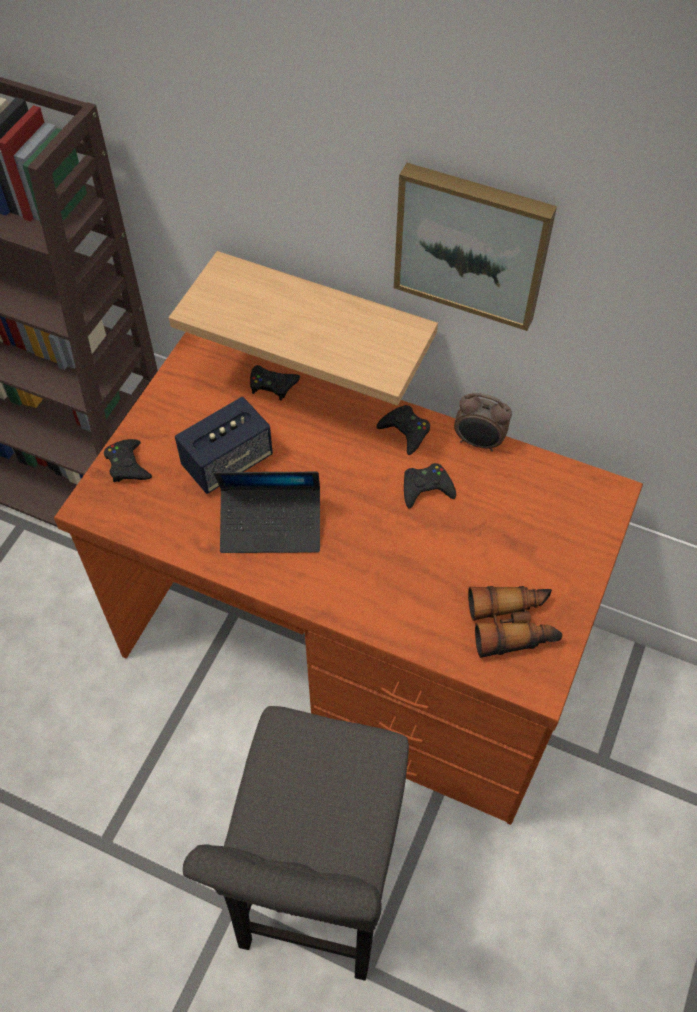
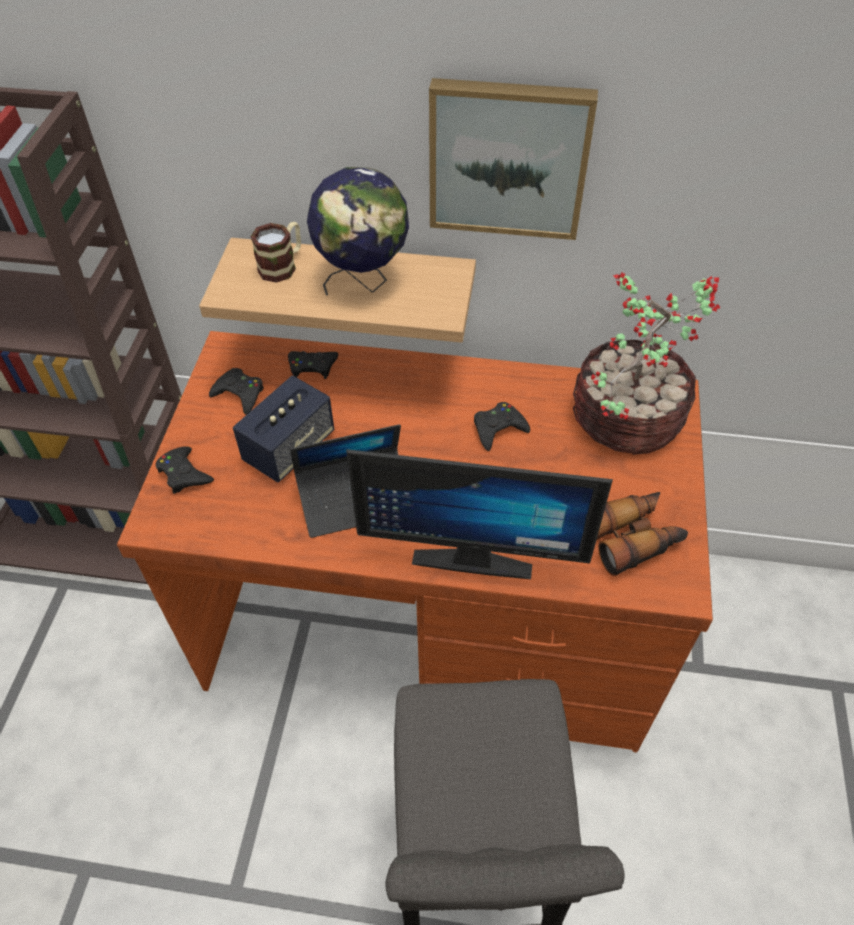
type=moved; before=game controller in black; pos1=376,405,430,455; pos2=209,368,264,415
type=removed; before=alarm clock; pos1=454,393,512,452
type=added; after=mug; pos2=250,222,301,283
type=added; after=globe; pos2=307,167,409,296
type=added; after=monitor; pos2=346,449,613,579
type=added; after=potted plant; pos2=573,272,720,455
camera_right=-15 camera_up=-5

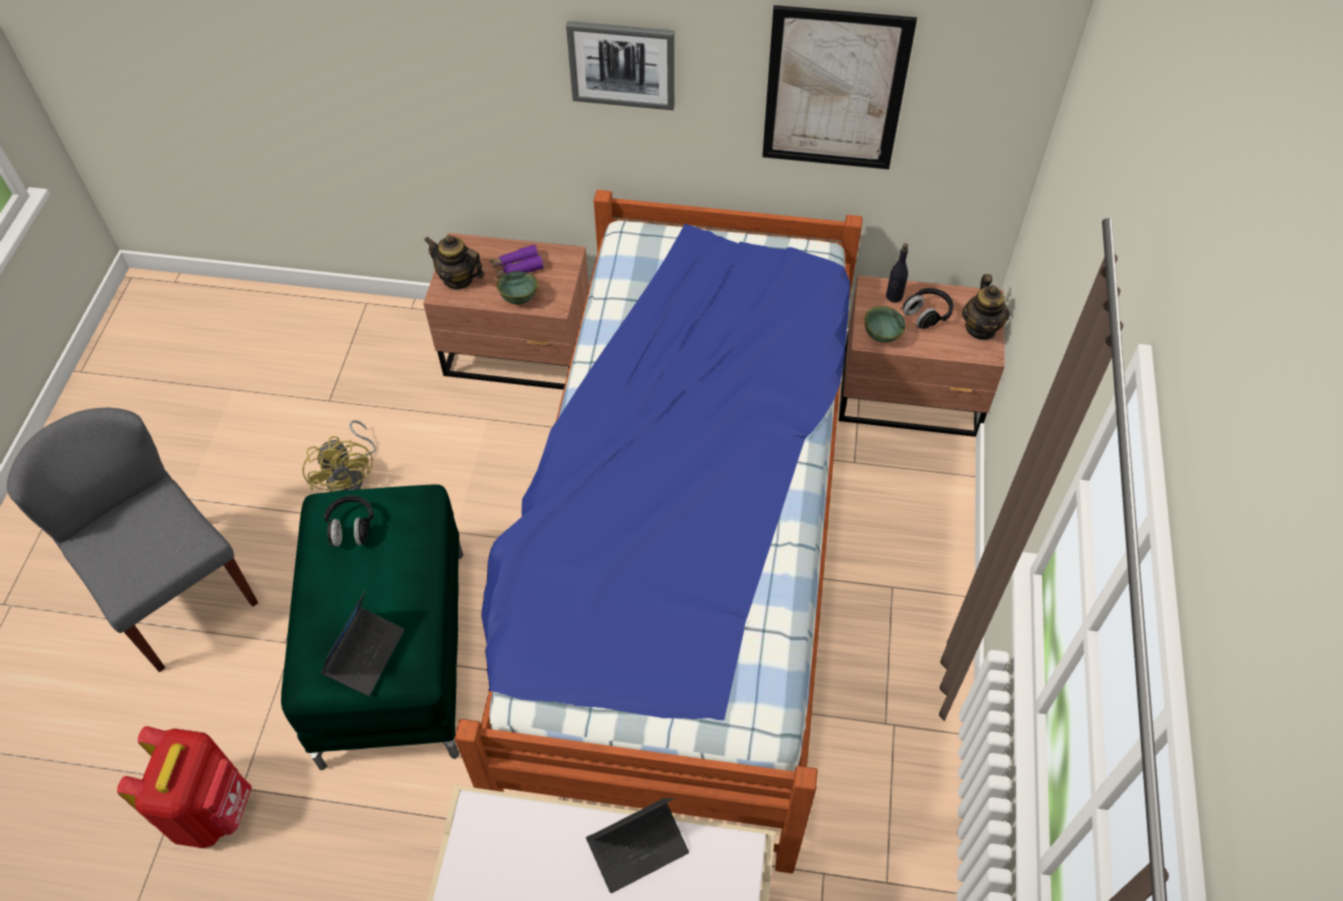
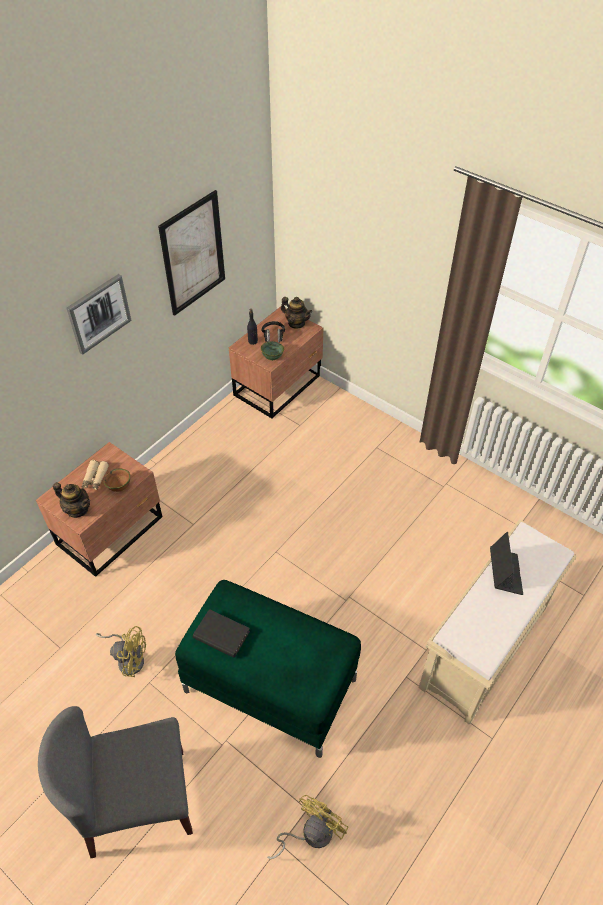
type=replaced; before=backpack in red; after=fan in yellow; pos1=117,726,252,848; pos2=267,795,348,860
type=removed; before=laptop; pos1=321,590,404,696
type=replaced; before=headphones in black; after=book in black; pos1=324,495,374,547; pos2=193,609,250,658
type=turned; before=teapot; pos1=424,235,485,290; pos2=53,482,90,518; turn=-120
type=removed; before=bed; pos1=454,190,863,874
type=recoloured; before=binoculars in purple; after=binoculars in beige; pos1=490,245,544,279; pos2=82,460,109,490
type=recoloured; before=bowl in green; after=bowl in brown; pos1=497,271,538,305; pos2=104,469,130,492
camera_right=-60 camera_up=-5

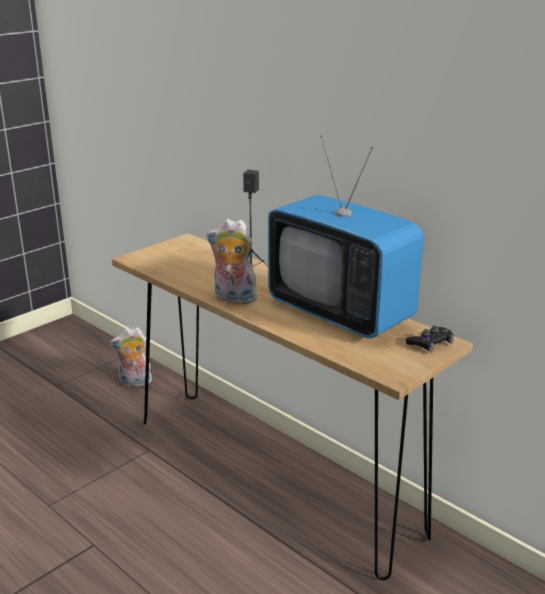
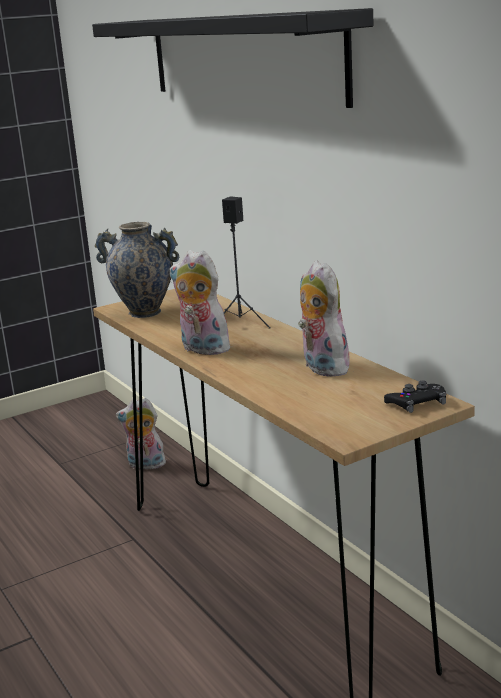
type=replaced; before=television; after=plush toy; pos1=268,135,424,338; pos2=298,260,350,377
type=added; after=shelf in black; pos2=92,8,373,108
type=added; after=vase; pos2=95,222,179,318
camera_right=15 camera_up=-5

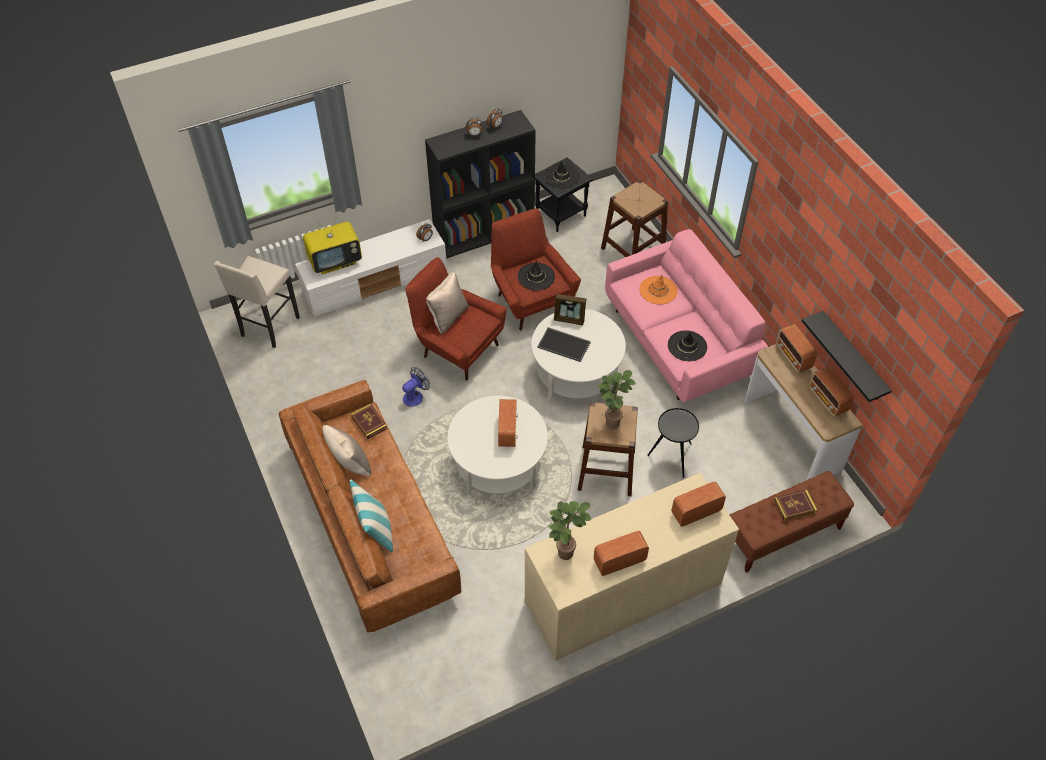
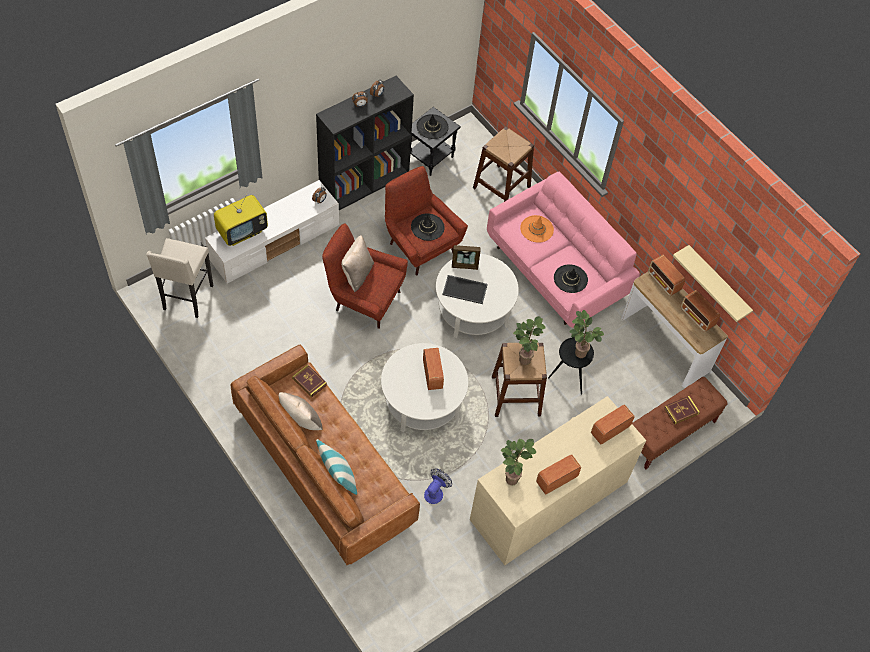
type=moved; before=fan; pos1=402,367,430,407; pos2=424,468,452,504
type=recoloured; before=shelf in black; after=shelf in beige; pos1=802,311,892,402; pos2=673,245,753,322
type=added; after=potted plant; pos2=569,310,604,358
camera_right=-15 camera_up=5

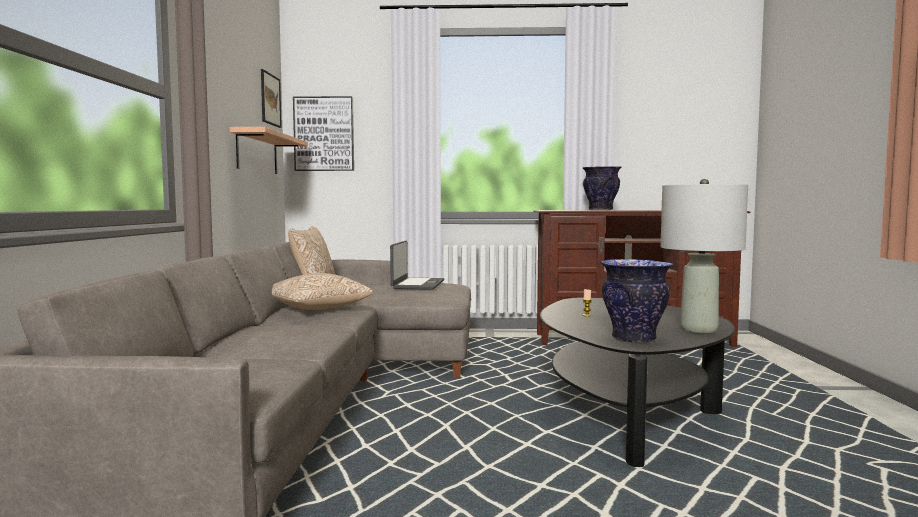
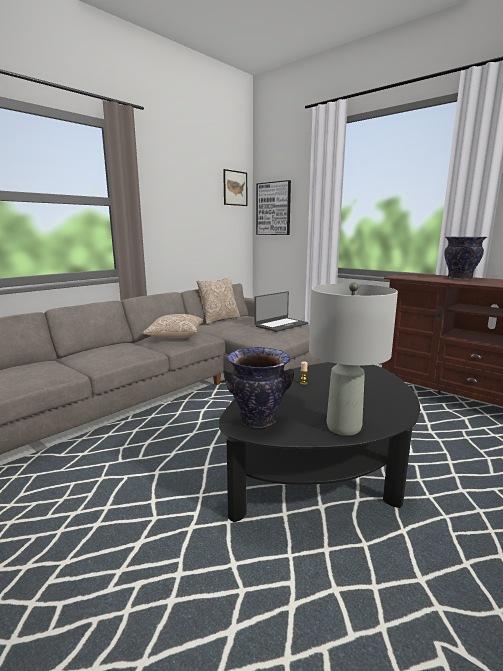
type=removed; before=shelf; pos1=230,127,308,174
camera_right=40 camera_up=10

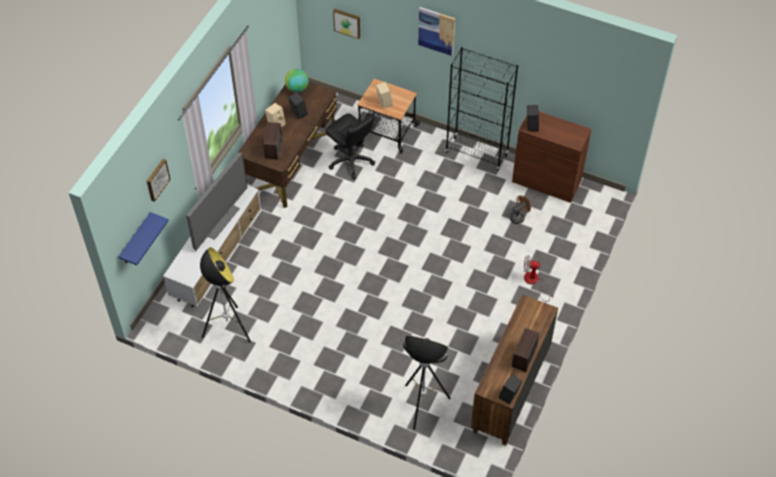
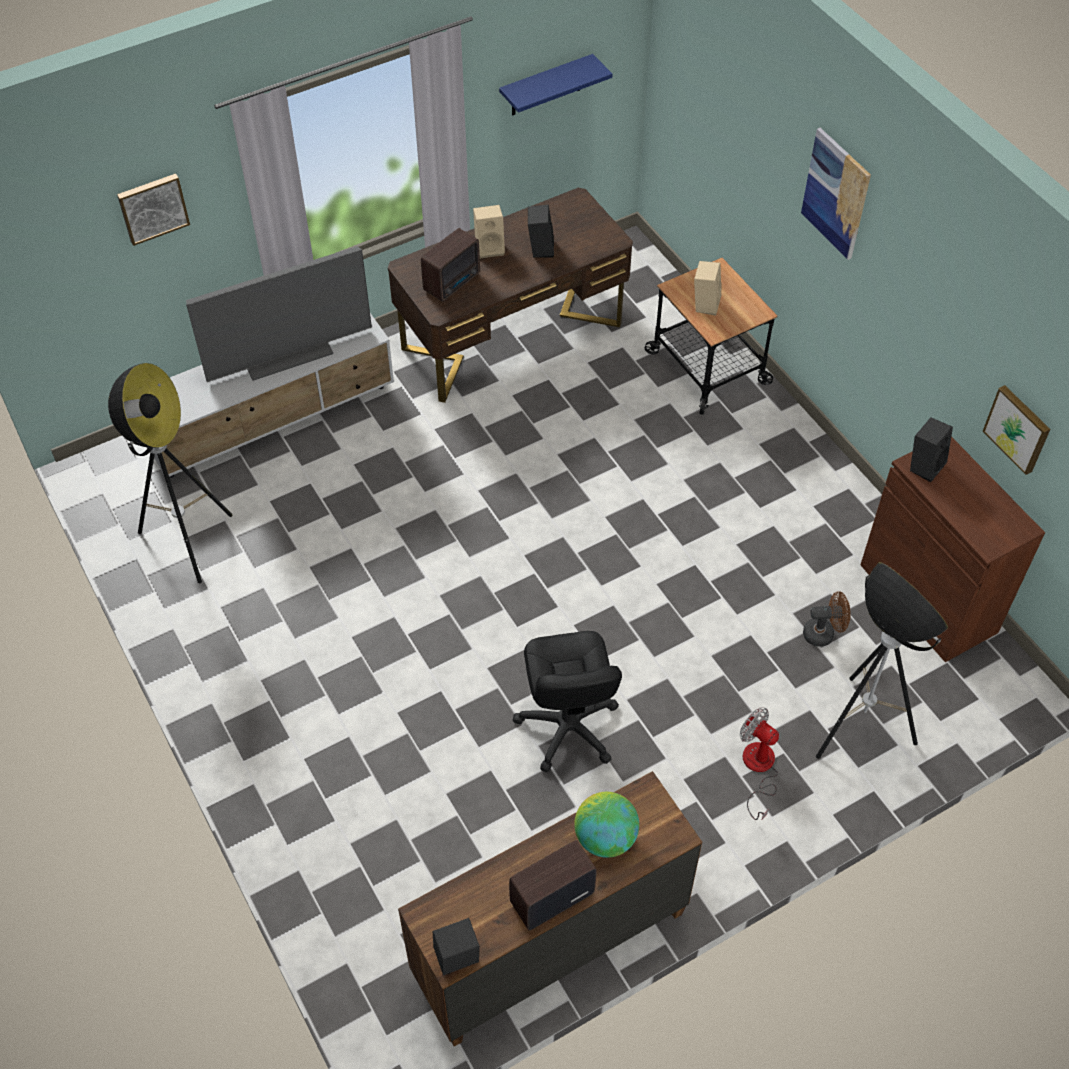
type=moved; before=shelf in blue; pos1=118,212,169,265; pos2=499,54,612,115
type=moved; before=globe; pos1=285,69,309,93; pos2=574,792,639,858
type=moved; before=office chair in black; pos1=326,113,376,179; pos2=513,631,622,773
type=moved; before=picture; pos1=333,9,360,39; pos2=983,385,1050,475
type=moved; before=floor lamp; pos1=403,336,451,430; pos2=816,562,948,759
type=removed; before=bookcase in black; pos1=445,47,518,171
camera_right=35 camera_up=0

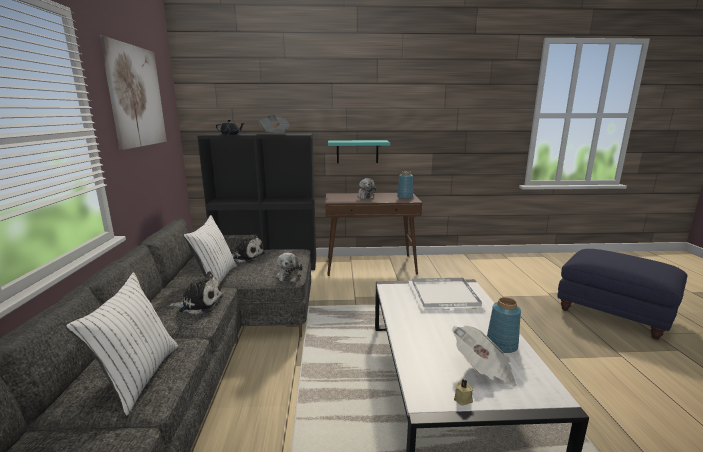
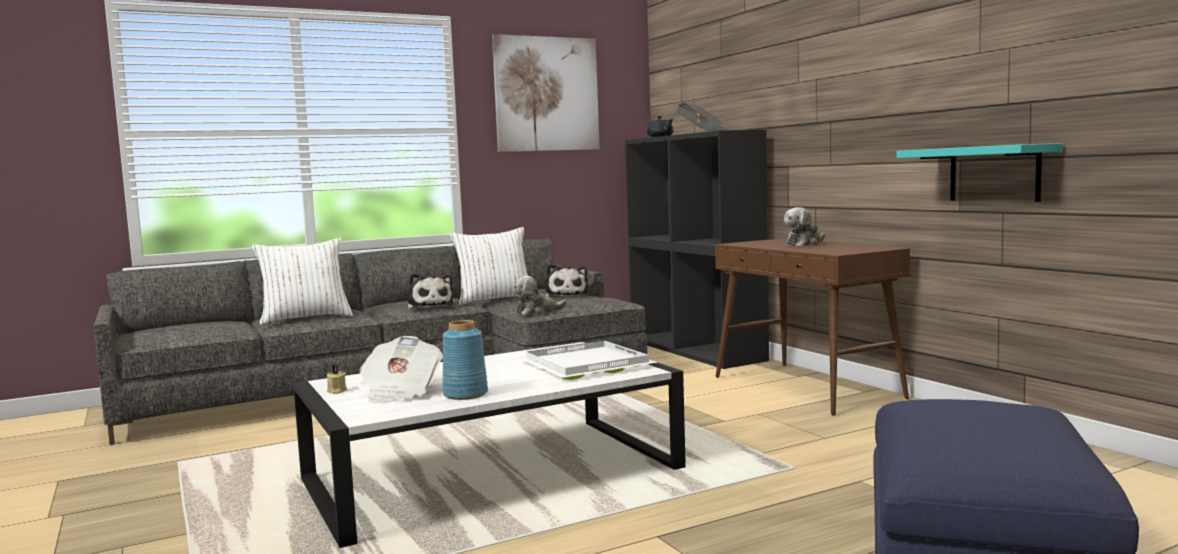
type=moved; before=shelf in turquoise; pos1=328,140,390,163; pos2=897,143,1063,202
type=removed; before=vase in blue; pos1=397,171,413,199
camera_right=65 camera_up=-10

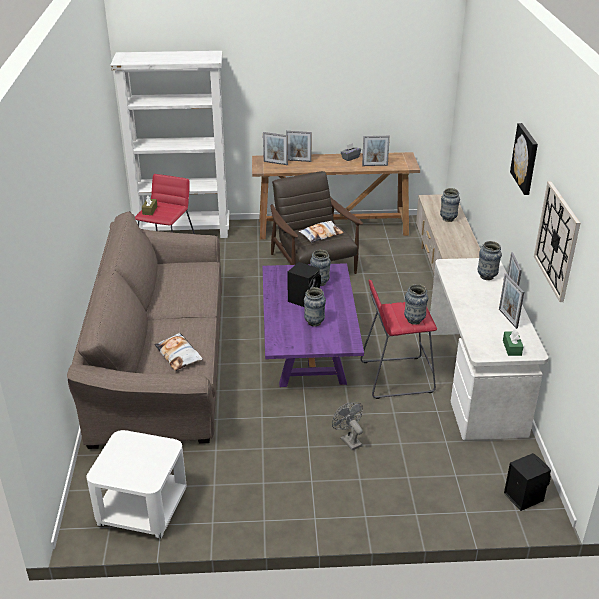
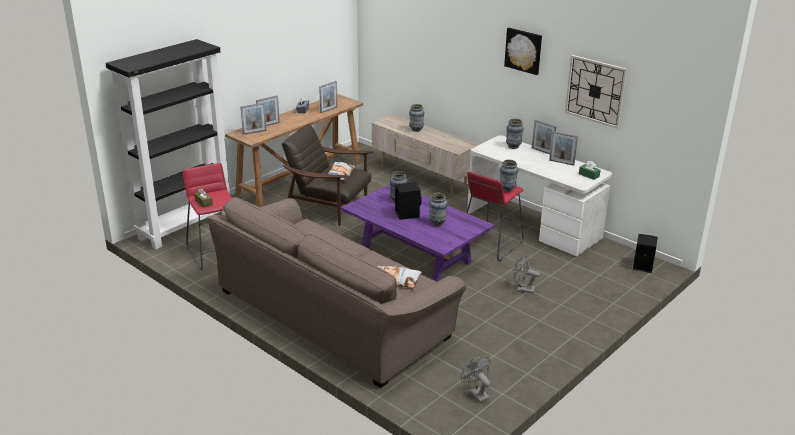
type=replaced; before=side table in white; after=fan in grey; pos1=86,430,187,539; pos2=461,356,490,403
type=recoloured; before=bookcase in white; after=bookcase in black; pos1=110,51,230,238; pos2=106,39,230,250
camera_right=-45 camera_up=-5

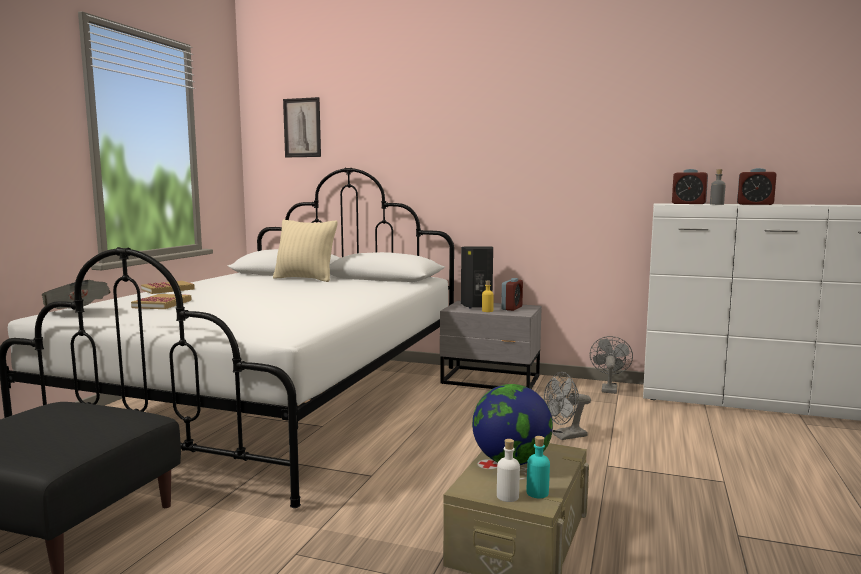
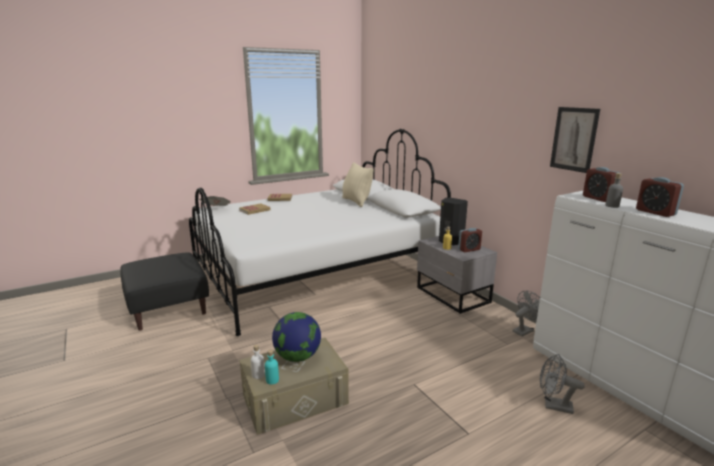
type=moved; before=picture; pos1=283,97,321,157; pos2=550,107,600,173
type=moved; before=fan in grey; pos1=544,372,591,440; pos2=540,354,585,414
camera_right=40 camera_up=10

